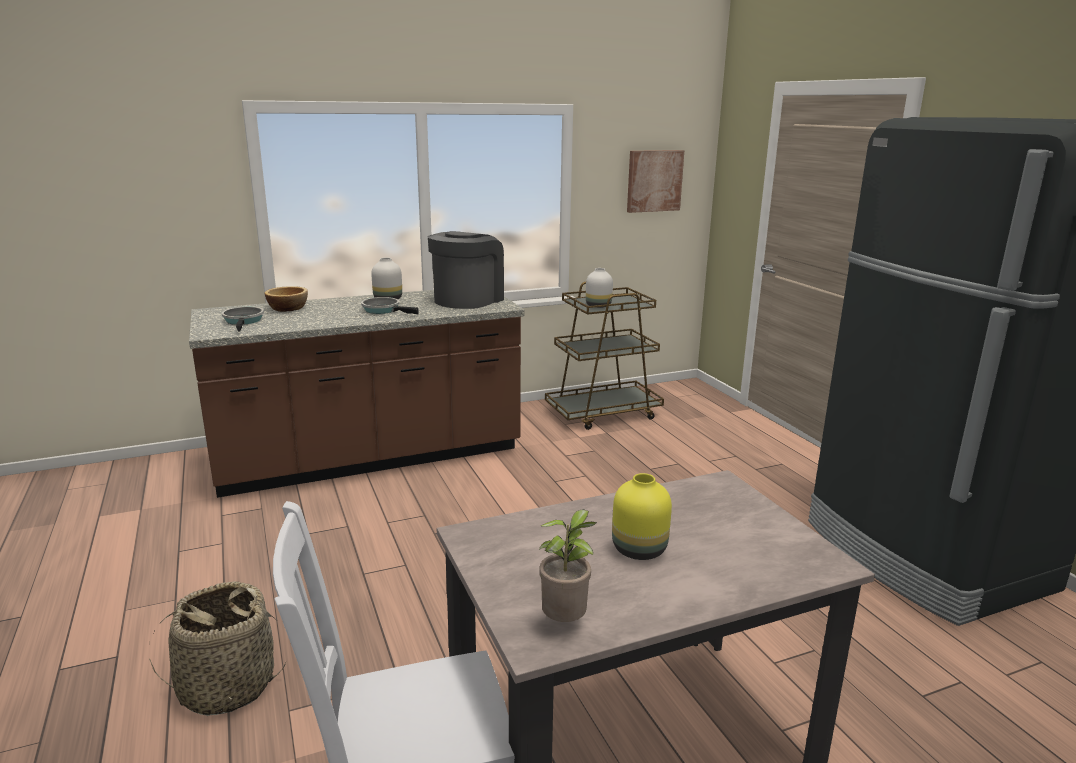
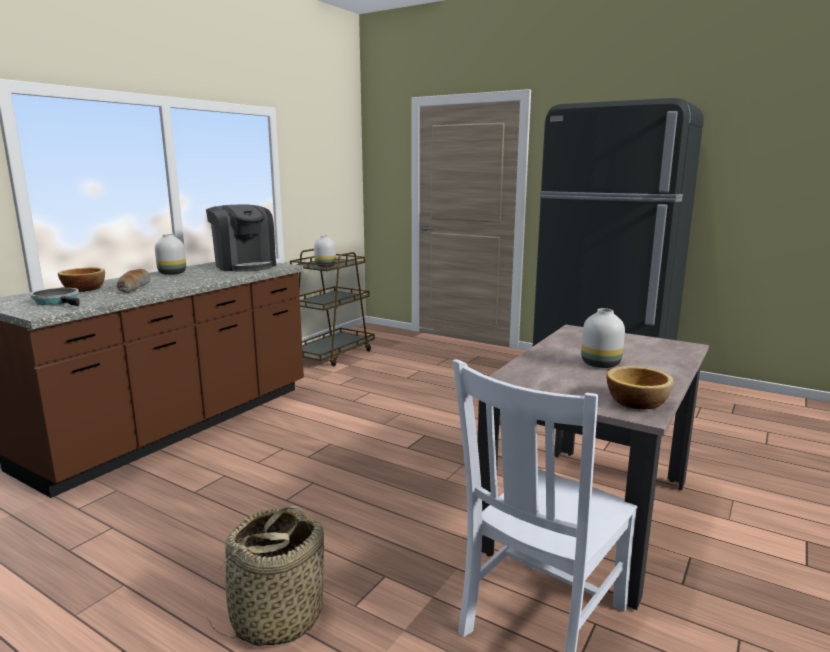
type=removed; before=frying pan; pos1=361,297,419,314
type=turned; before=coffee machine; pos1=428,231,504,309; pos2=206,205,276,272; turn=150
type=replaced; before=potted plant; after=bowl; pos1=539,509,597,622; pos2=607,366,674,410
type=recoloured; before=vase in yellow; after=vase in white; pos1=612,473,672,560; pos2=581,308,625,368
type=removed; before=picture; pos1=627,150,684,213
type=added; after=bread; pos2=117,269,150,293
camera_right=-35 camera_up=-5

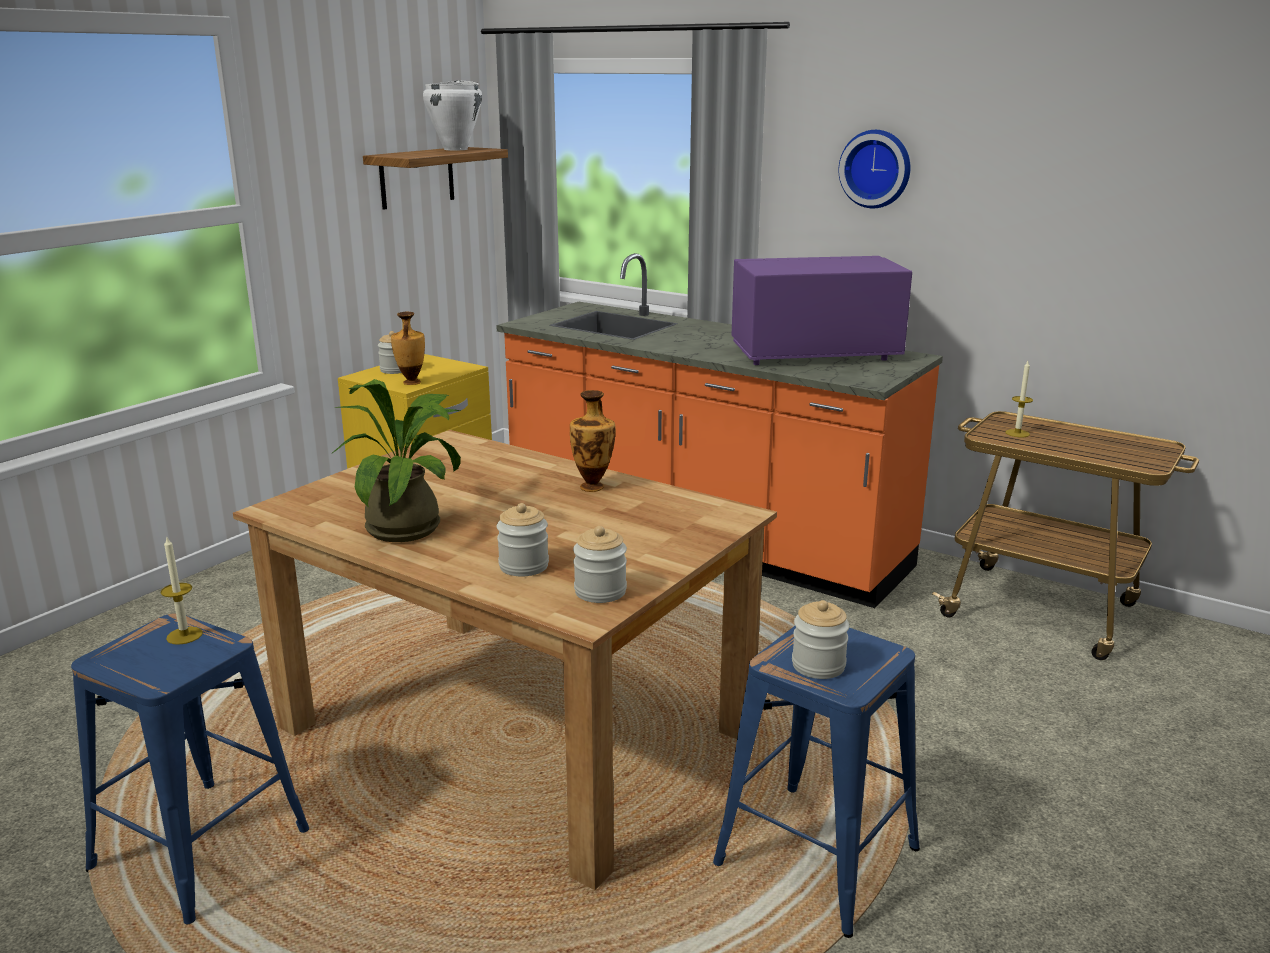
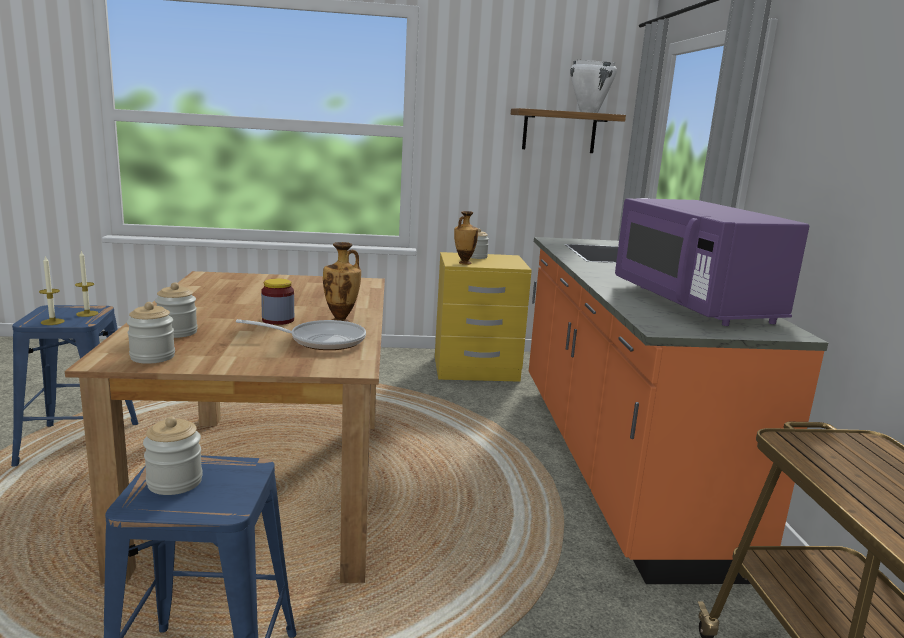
type=removed; before=potted plant; pos1=331,379,461,542
type=turned; before=microwave in purple; pos1=732,256,912,365; pos2=615,198,809,326; turn=-150
type=removed; before=wall clock; pos1=838,130,910,208
type=moved; before=candle; pos1=1005,361,1033,437; pos2=39,256,65,325
type=added; after=frying pan; pos2=236,319,366,350
type=added; after=jar; pos2=261,278,294,325
camera_right=50 camera_up=-5

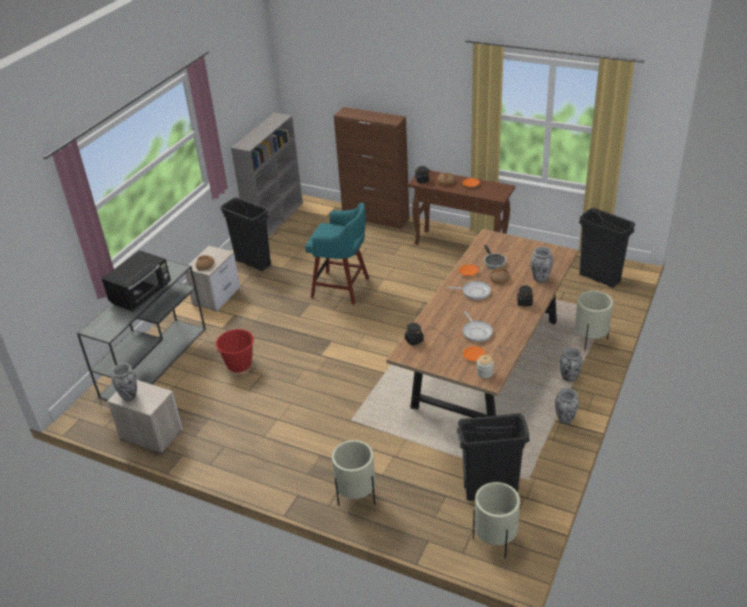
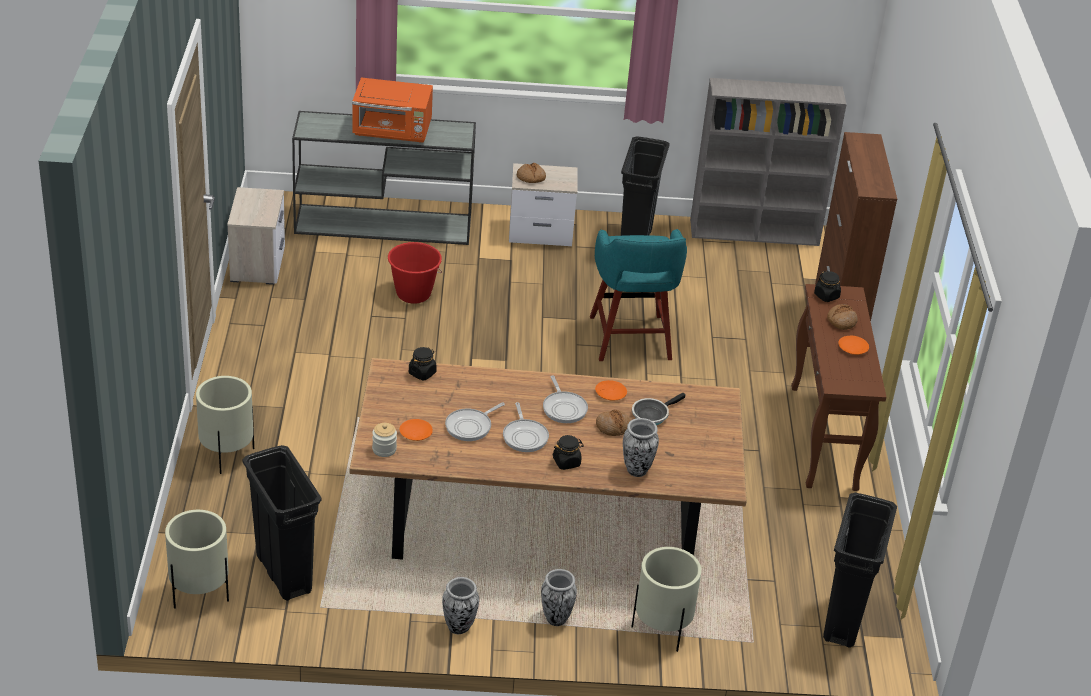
type=recoloured; before=microwave in black; after=microwave in orange; pos1=102,250,171,311; pos2=352,78,433,143
type=removed; before=vase; pos1=111,363,137,401
type=added; after=frying pan; pos2=503,402,549,452
camera_right=60 camera_up=0

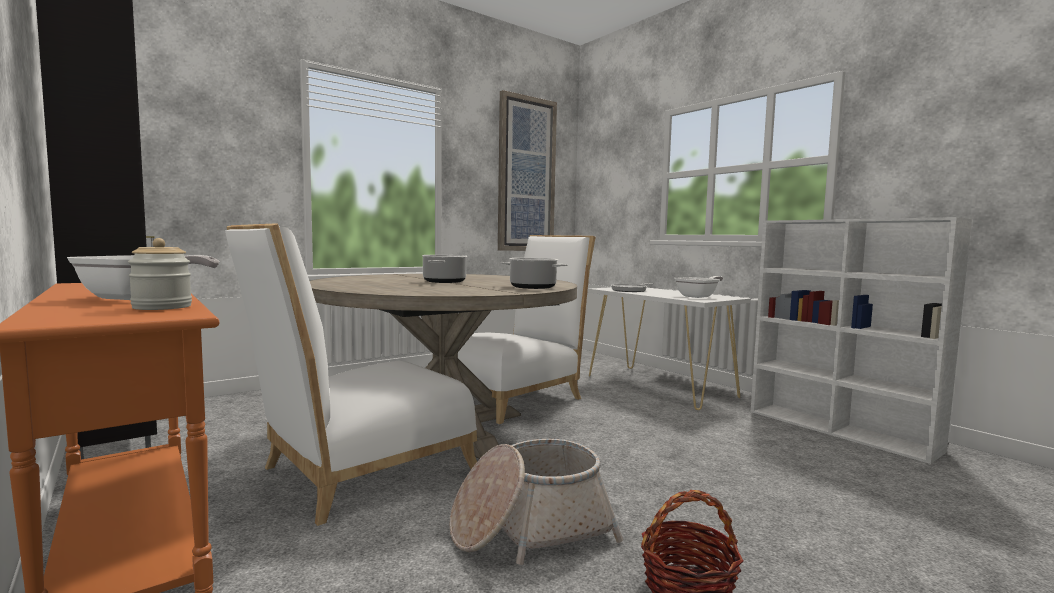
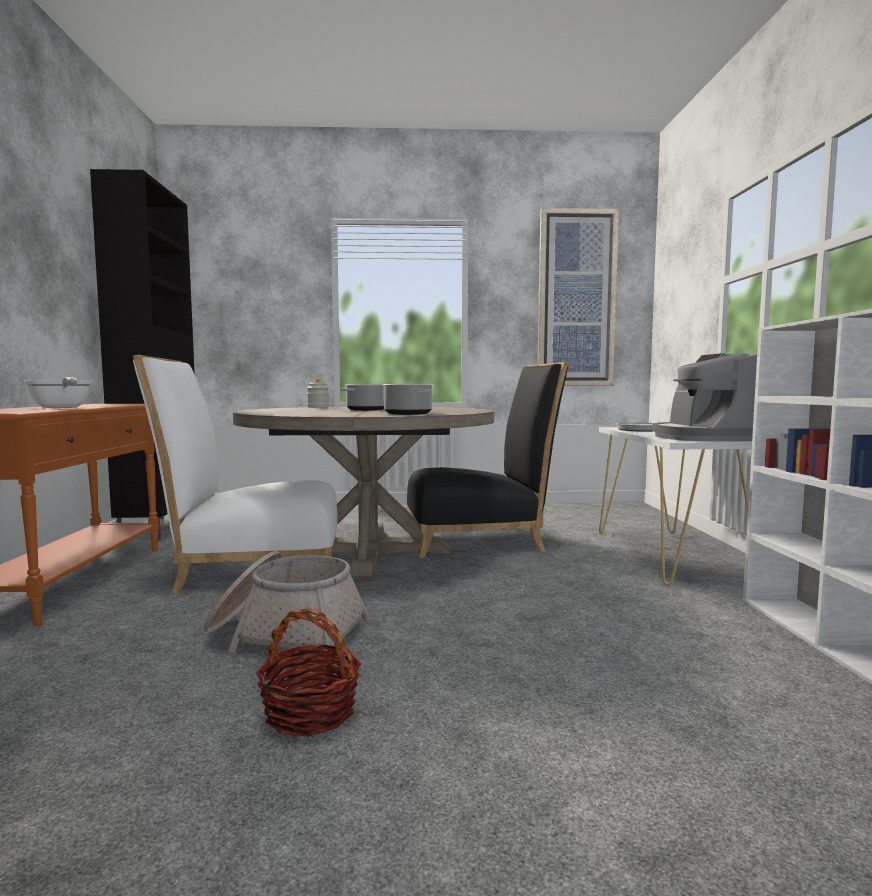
type=moved; before=jar; pos1=128,238,192,310; pos2=307,378,329,408
type=recoloured; before=chair in white; after=chair in black; pos1=458,235,596,424; pos2=407,362,568,558
type=replaced; before=frying pan; after=coffee machine; pos1=674,276,723,298; pos2=653,353,757,441
camera_right=35 camera_up=0

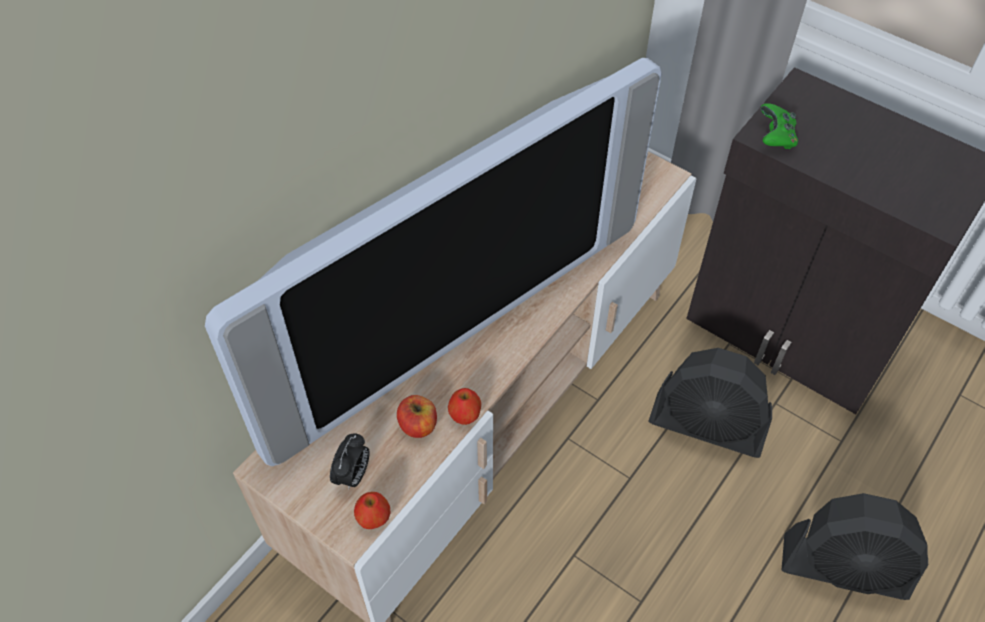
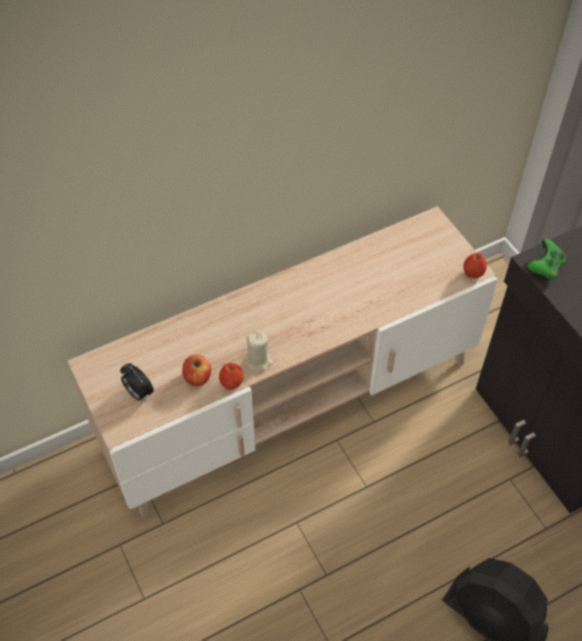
type=removed; before=television; pos1=205,58,662,466
type=turned; before=alarm clock; pos1=330,433,370,490; pos2=120,363,154,402; turn=90
type=moved; before=apple; pos1=354,492,390,529; pos2=464,253,487,278
type=removed; before=fan in black; pos1=649,348,772,458
type=added; after=candle in beige; pos2=245,331,273,372
camera_right=25 camera_up=0

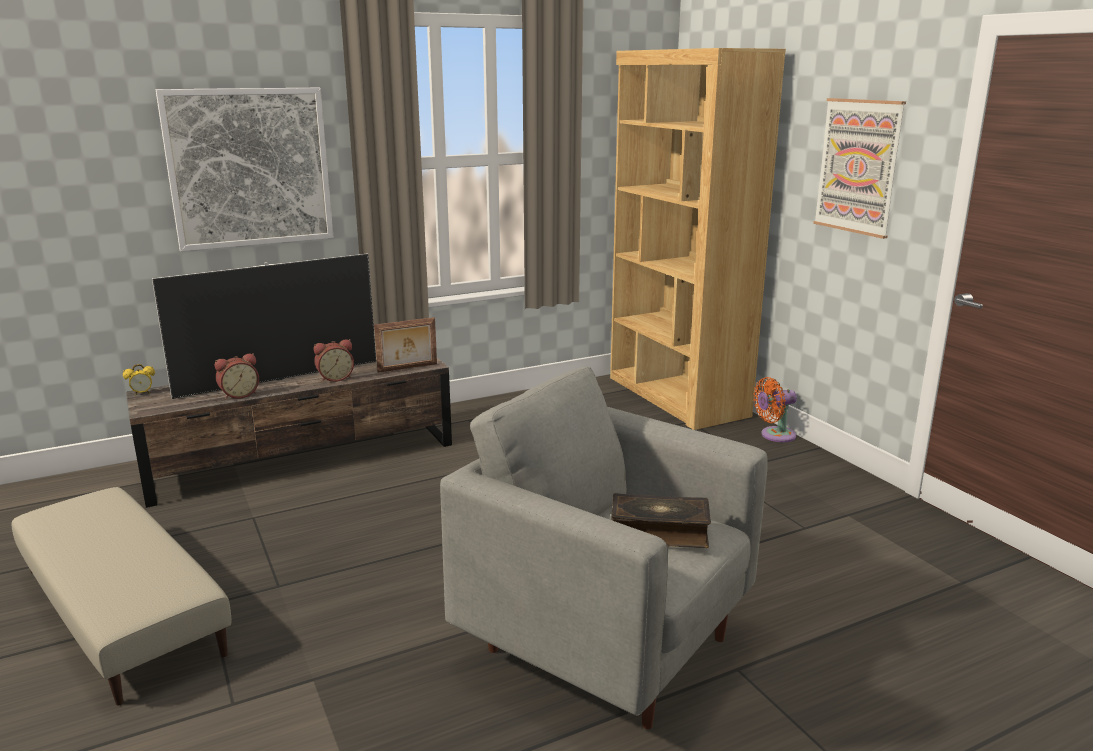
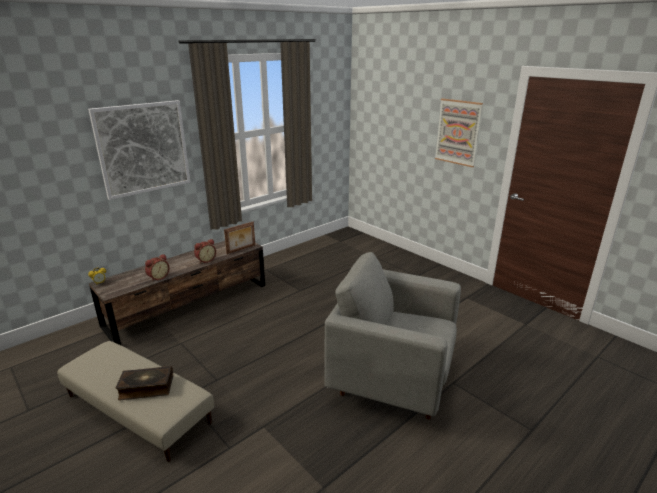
type=removed; before=television; pos1=152,254,376,399
type=removed; before=bookcase in brown; pos1=610,48,786,430
type=moved; before=book; pos1=611,493,711,548; pos2=115,366,173,400
type=removed; before=fan in orange; pos1=753,377,797,442
camera_right=-15 camera_up=5

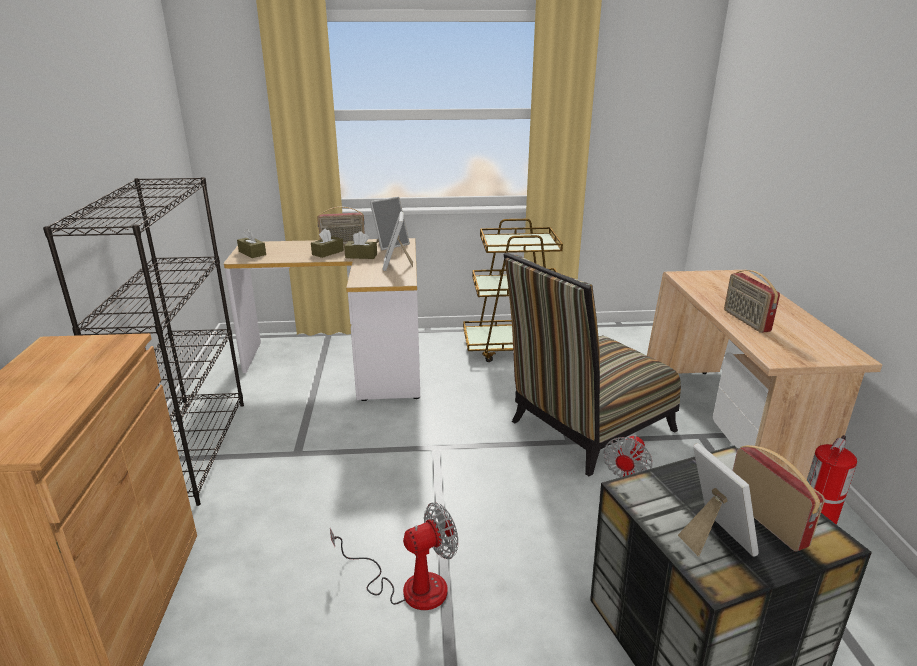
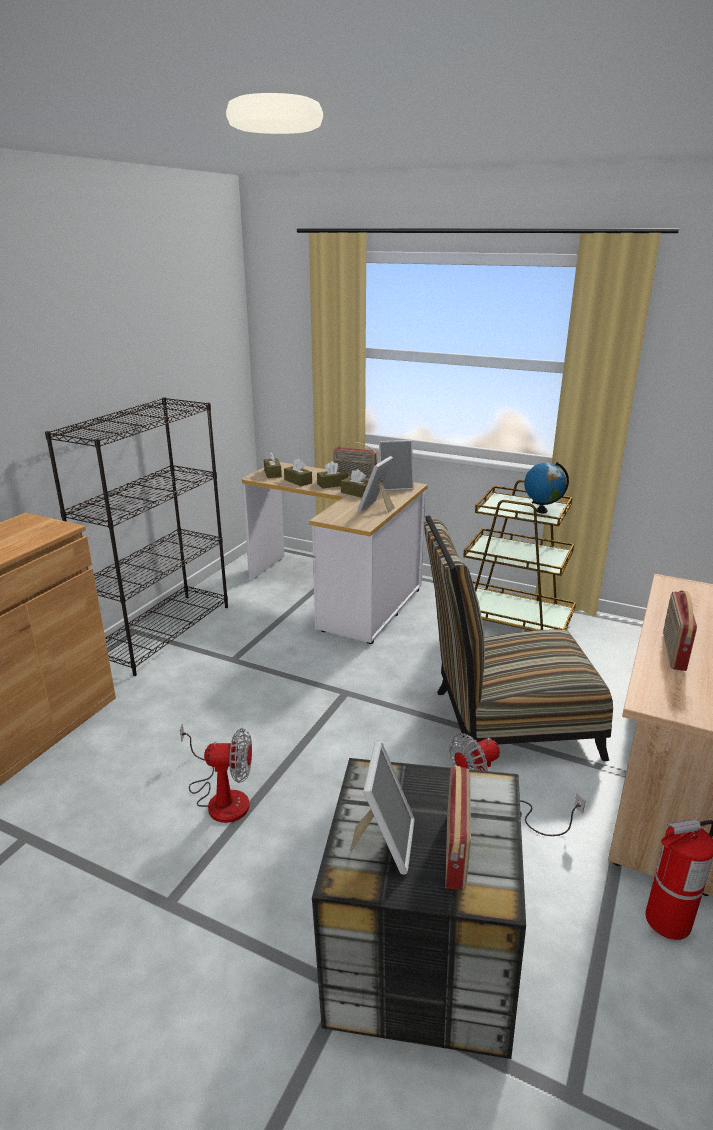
type=added; after=tissue box in brown; pos2=284,459,312,486
type=added; after=globe; pos2=524,462,569,513
camera_right=30 camera_up=0

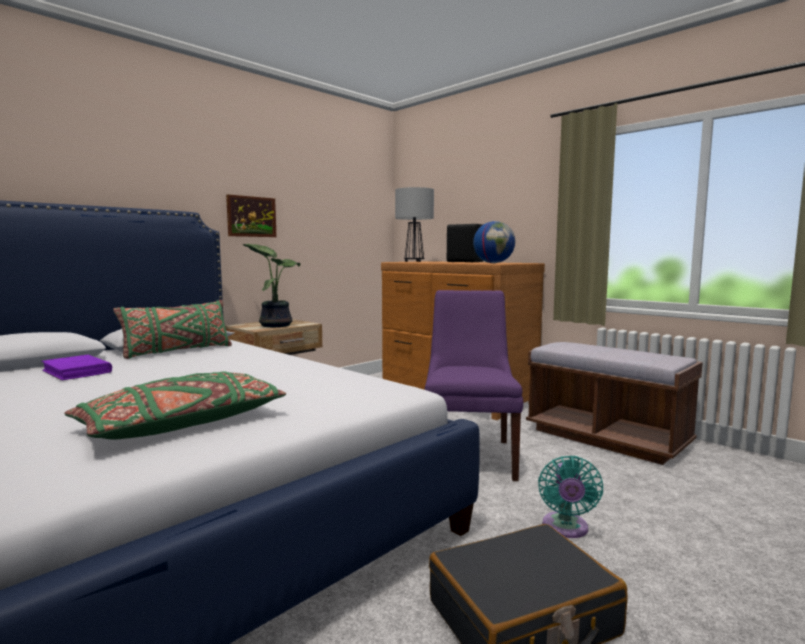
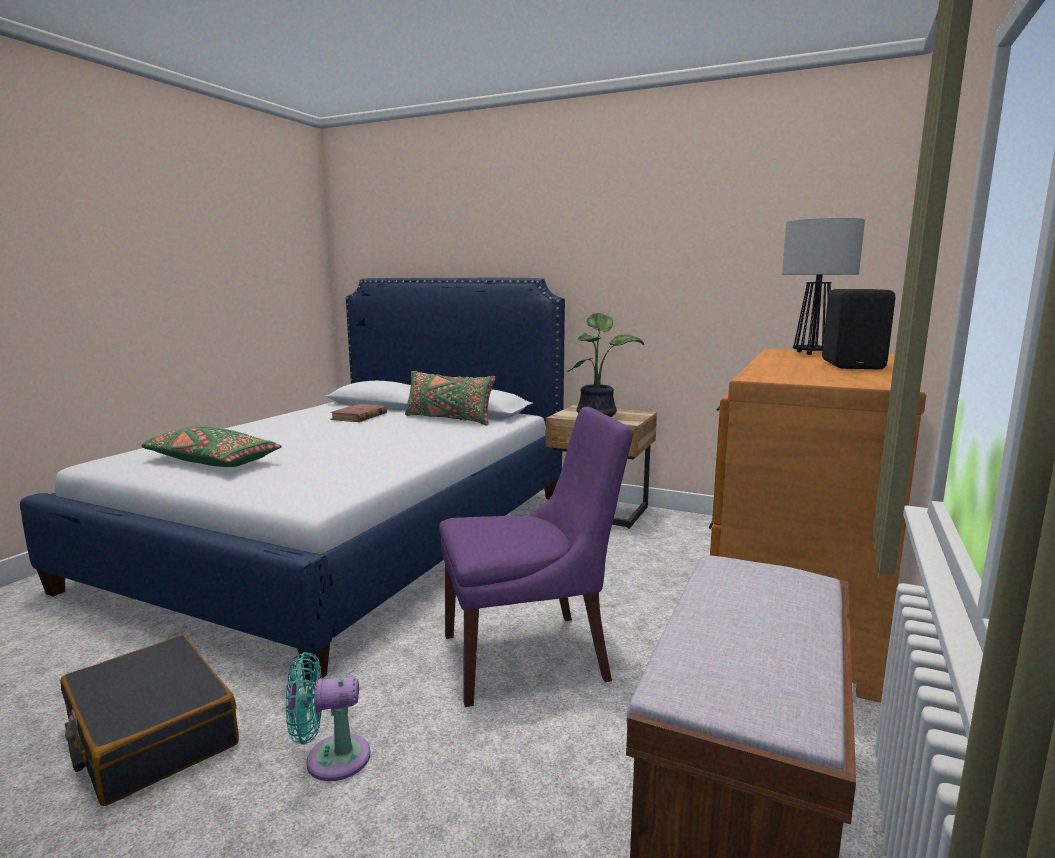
type=recoloured; before=book in purple; after=book in brown; pos1=41,355,112,380; pos2=330,404,387,422
type=removed; before=picture; pos1=226,194,276,237
type=removed; before=globe; pos1=473,221,515,263
camera_right=70 camera_up=5

